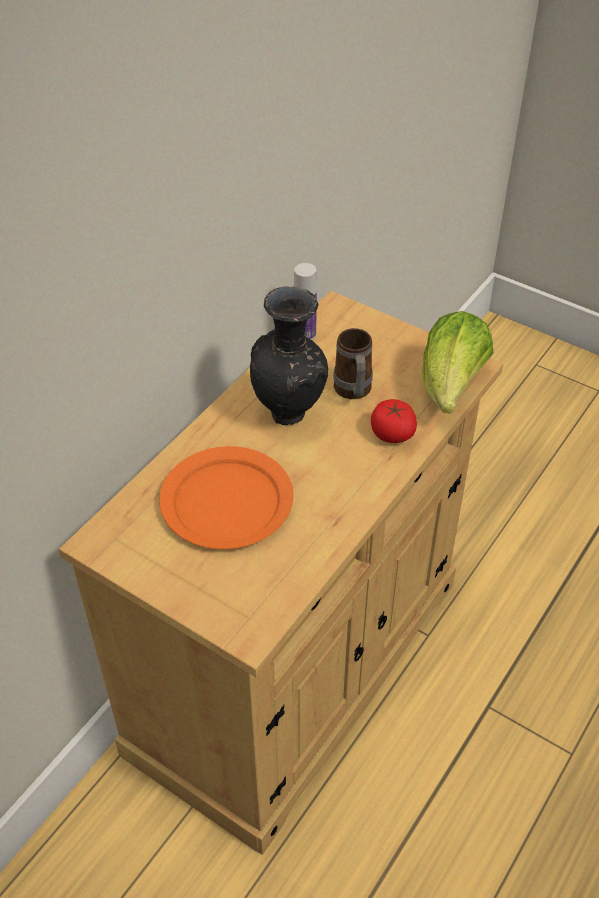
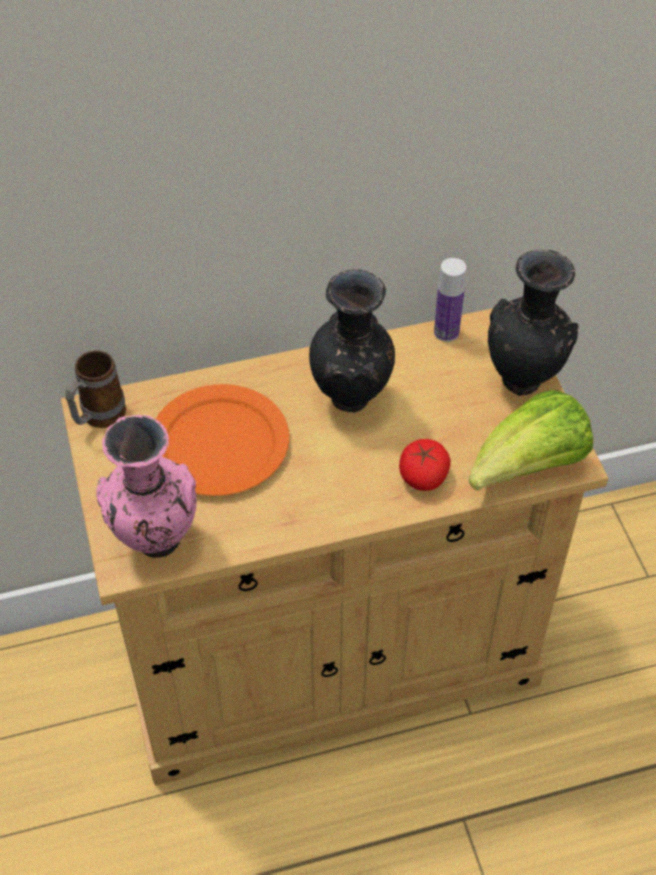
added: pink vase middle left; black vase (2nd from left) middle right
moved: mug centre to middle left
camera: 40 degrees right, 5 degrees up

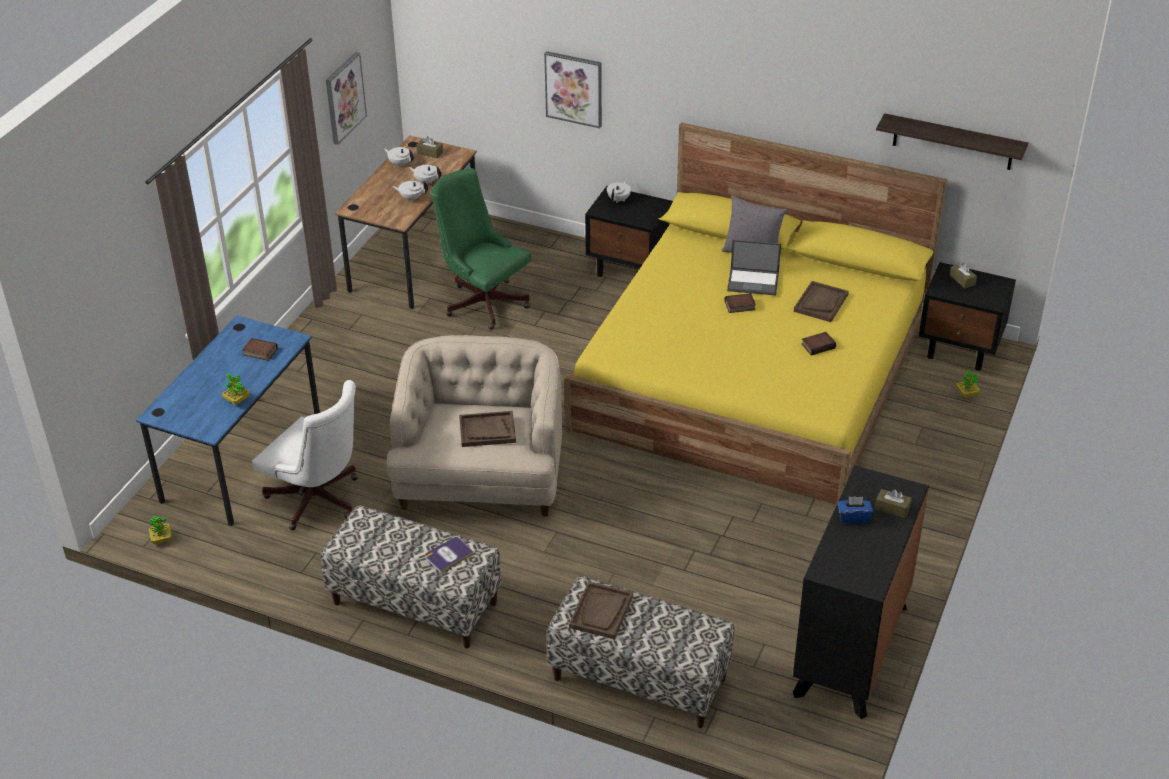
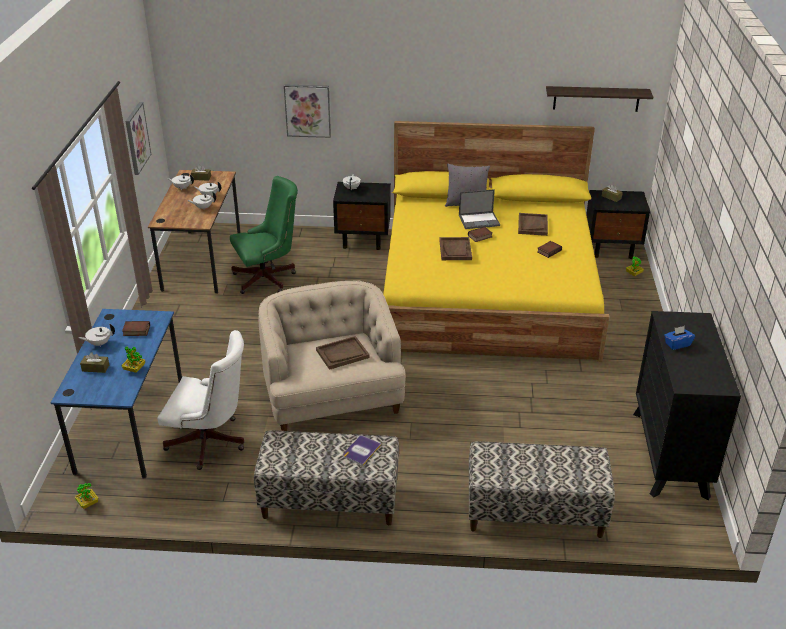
added: white teapot (1st from left) middle left
moved: brown tray (2nd from left) bottom centre to centre; brown tissue box (2nd from left in the first image) middle right to brown tissue box (1st from left) middle left
turned: green office chair top centre = centre 135 degrees clockwise
camera: 20 degrees left, 5 degrees down

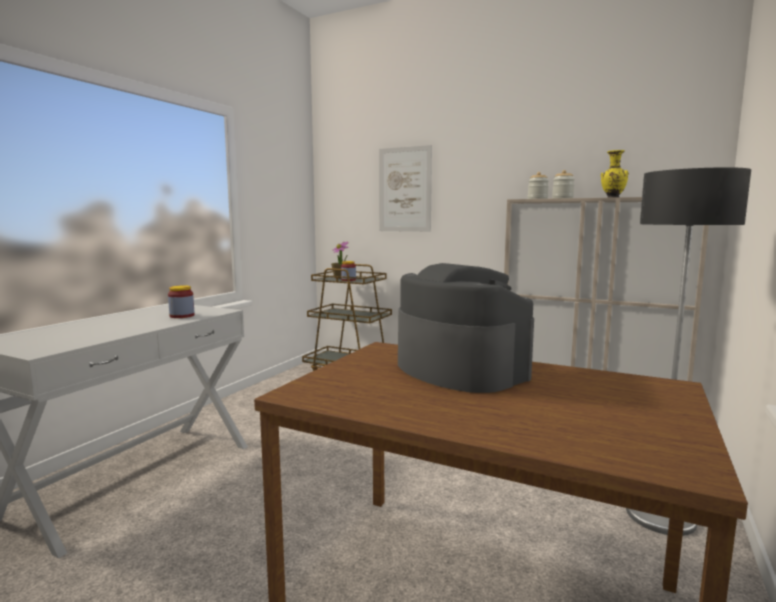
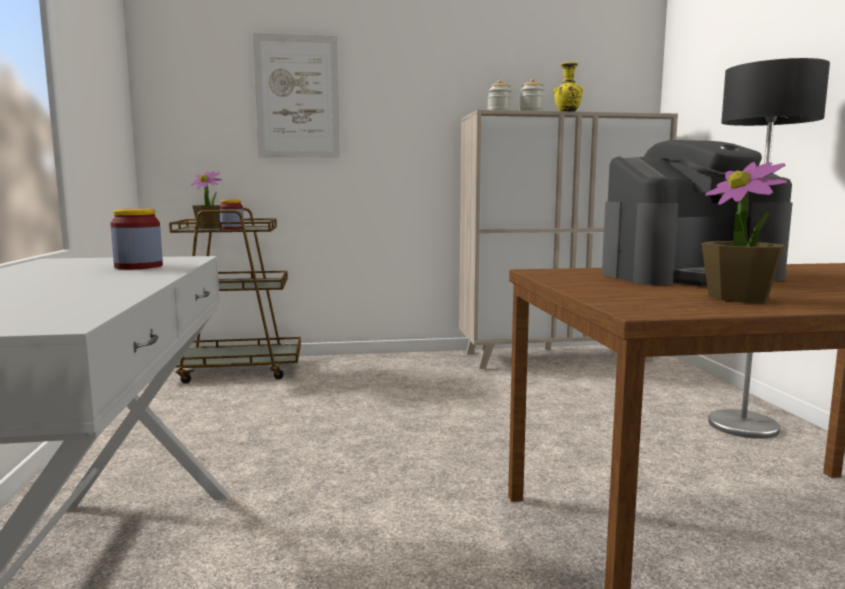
added: potted plant (2nd from left) middle right
turned: coffee machine centre = middle right 150 degrees clockwise
camera: 35 degrees left, 0 degrees up

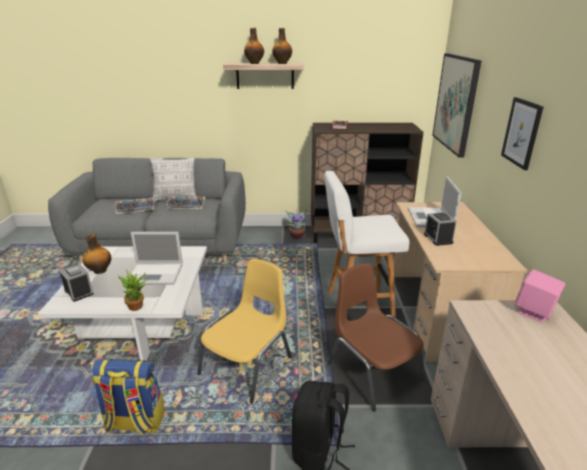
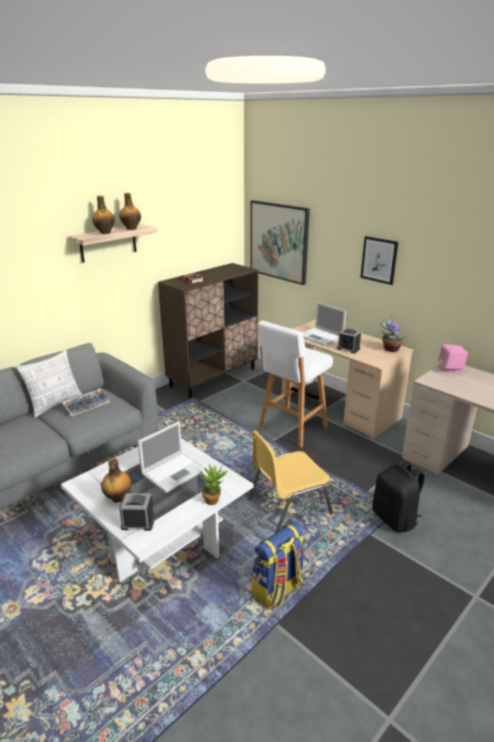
removed: keyboard (1st from left) middle left; brown chair bottom centre
moved: potted plant (2nd from left) centre to middle right
turned: yellow chair bottom centre = centre 105 degrees counterclockwise
camera: 45 degrees left, 0 degrees up

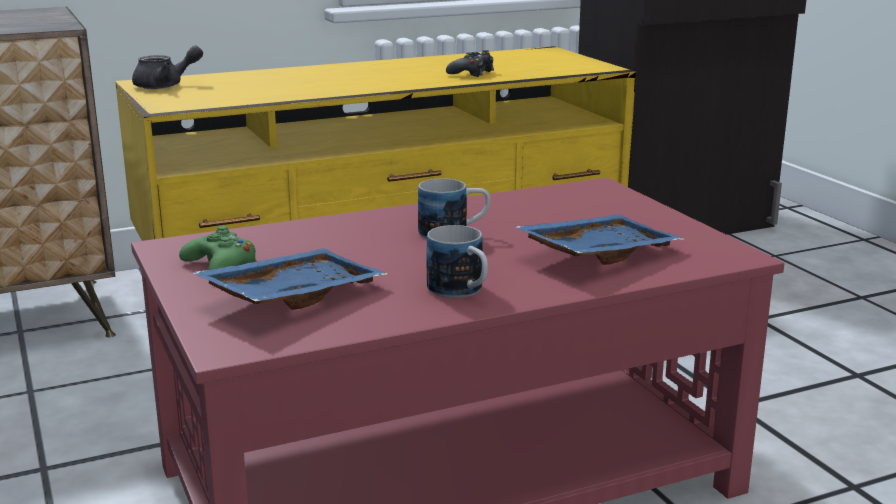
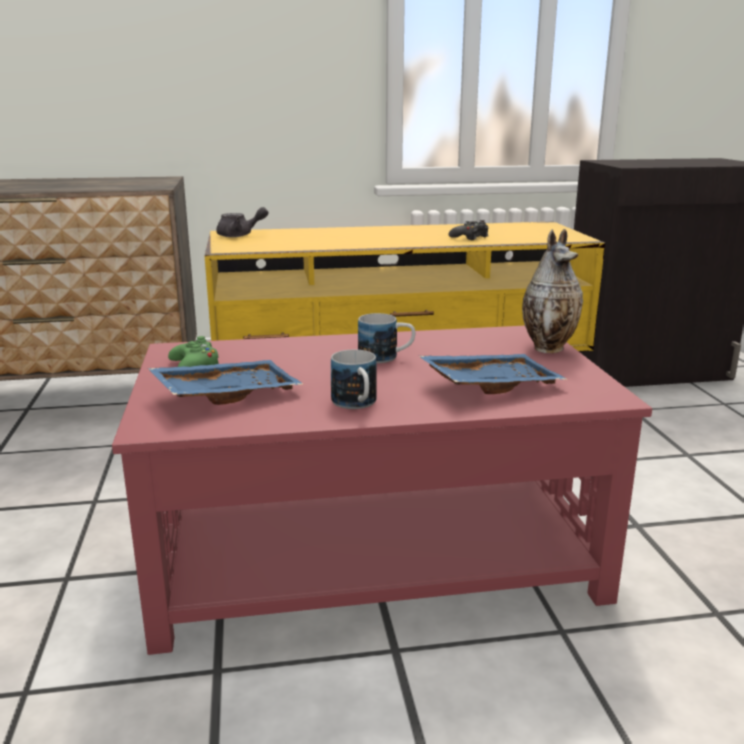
added: vase middle right
camera: 15 degrees right, 0 degrees up

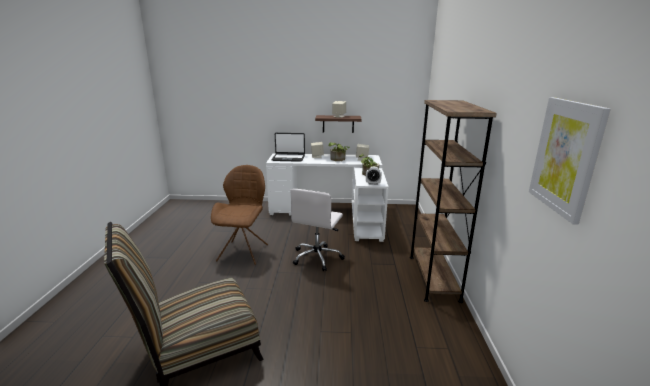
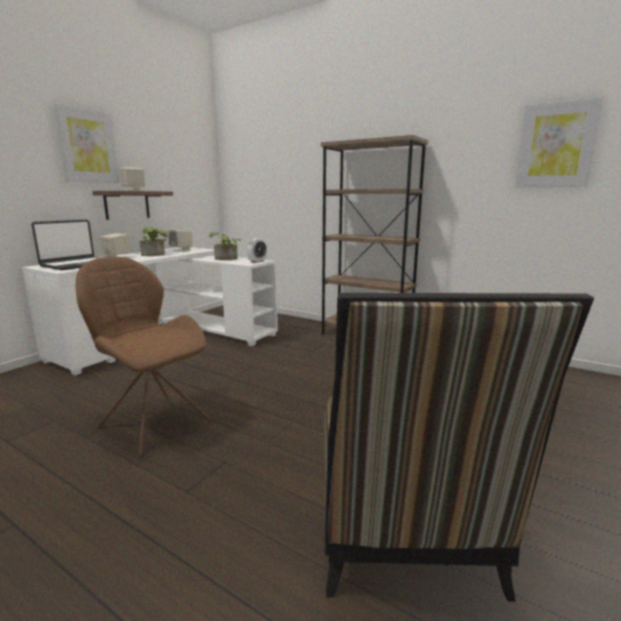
removed: white office chair centre
added: picture (1st from left) top left
camera: 60 degrees left, 5 degrees down

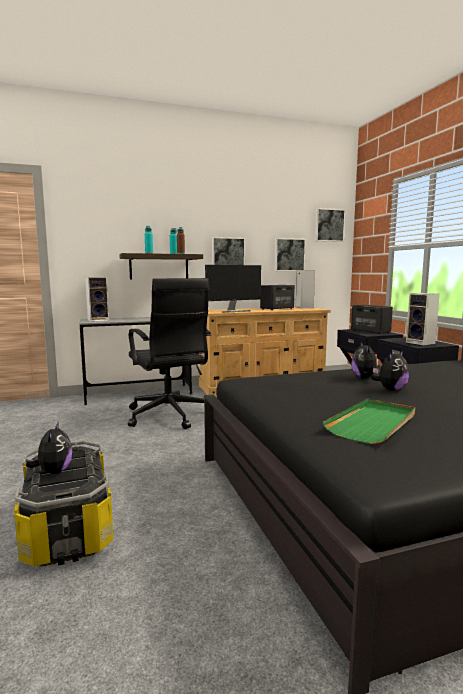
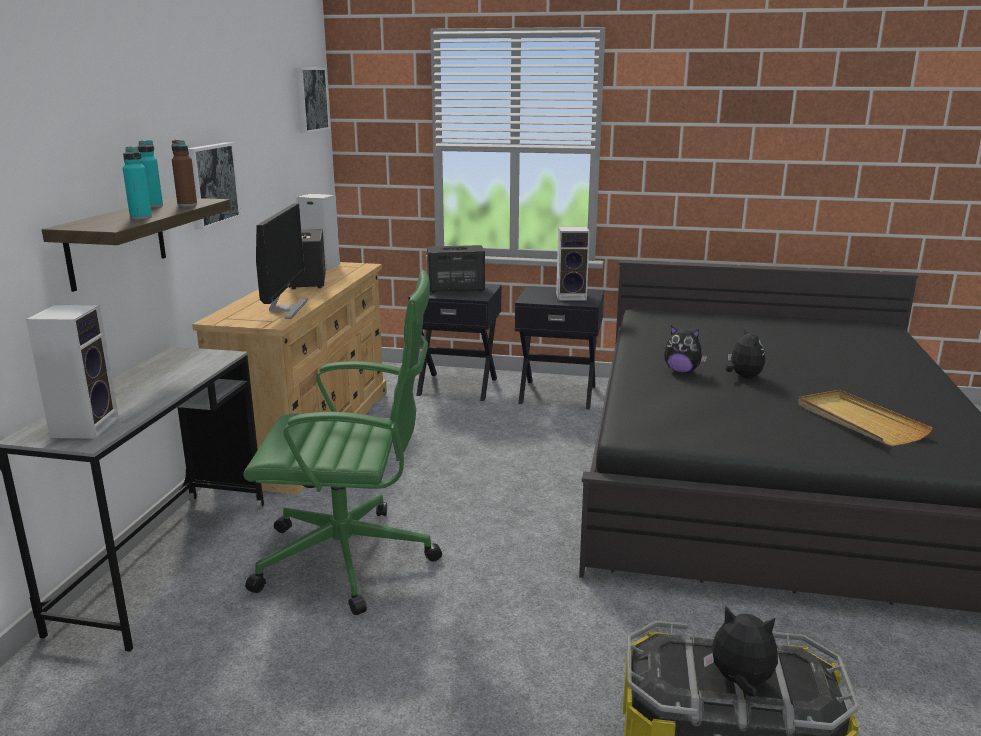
removed: picture (2nd from left) centre
recoloured: black office chair centre to green office chair centre; green tray middle right to beige tray middle right
camera: 60 degrees left, 10 degrees up

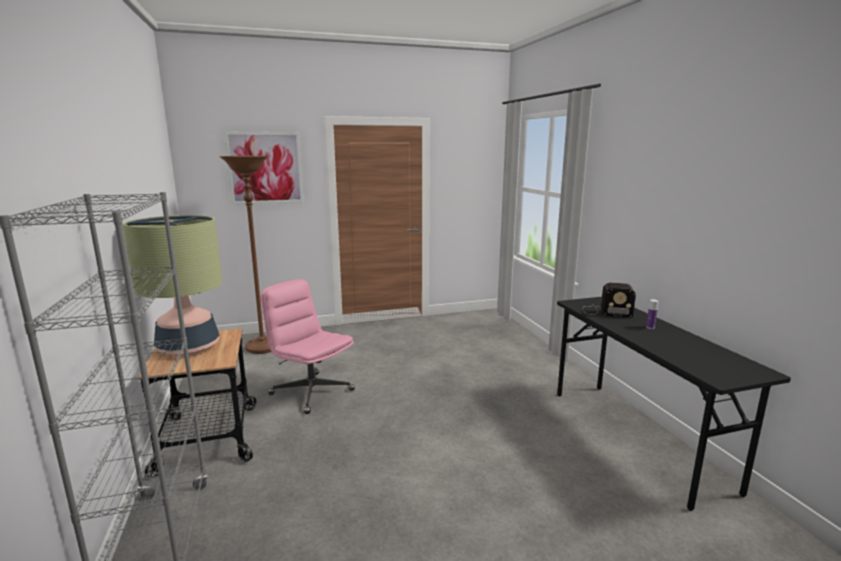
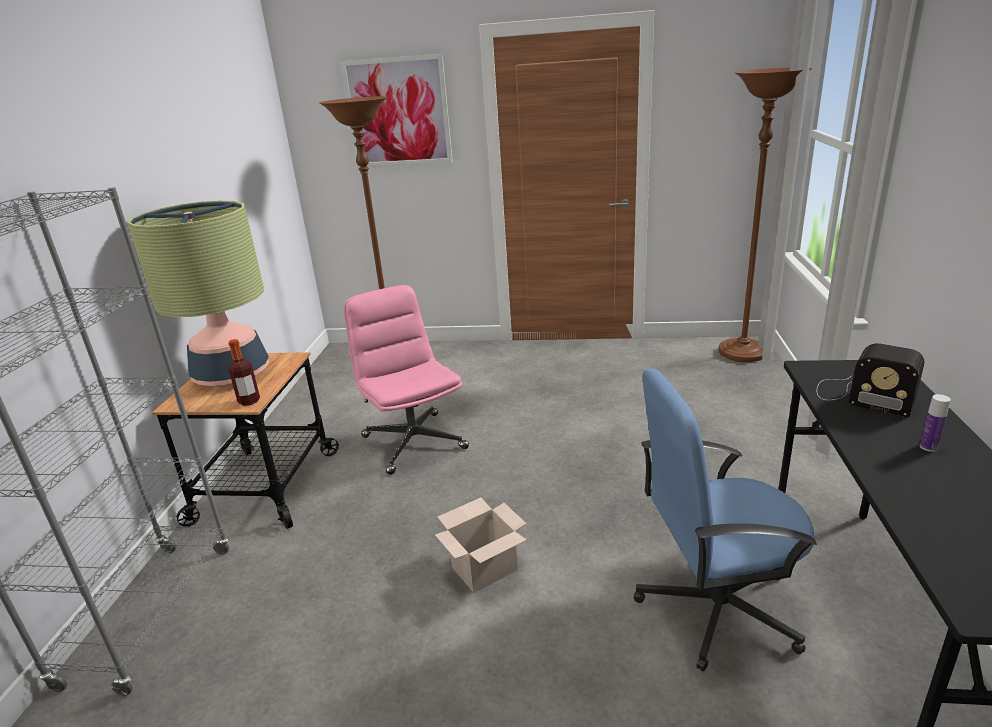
added: bottle (1st from left) middle left; cardboard box bottom centre; blue office chair bottom right; brown floor lamp (2nd from left) top right
camera: 25 degrees right, 10 degrees up

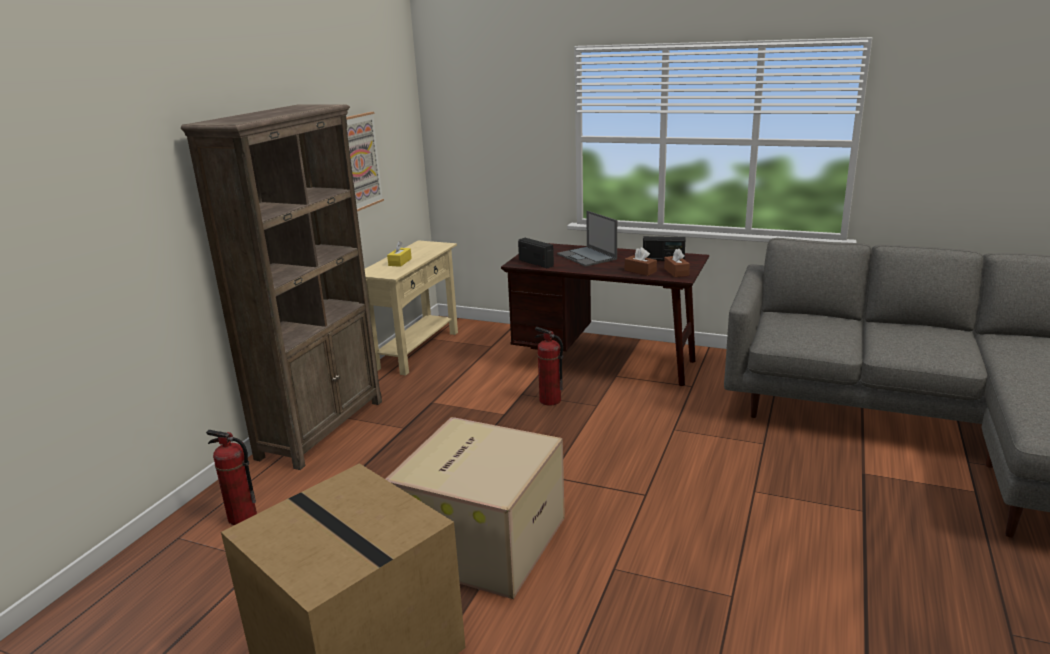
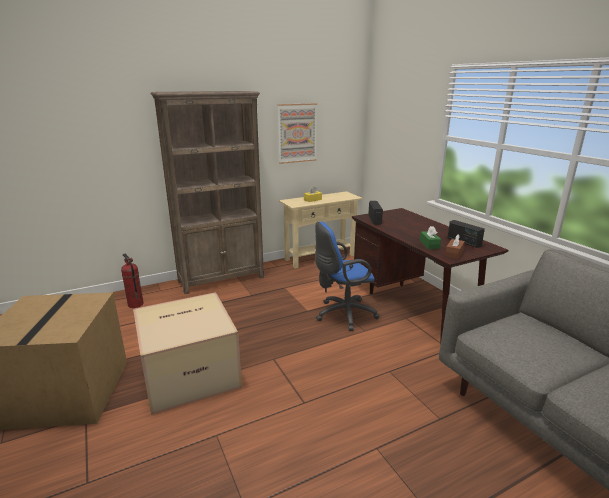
removed: laptop centre
replaced: fire extinguisher (2nd from left) centre to blue office chair centre
recoloured: brown tissue box (1st from left) centre to green tissue box middle right
camera: 40 degrees right, 0 degrees up

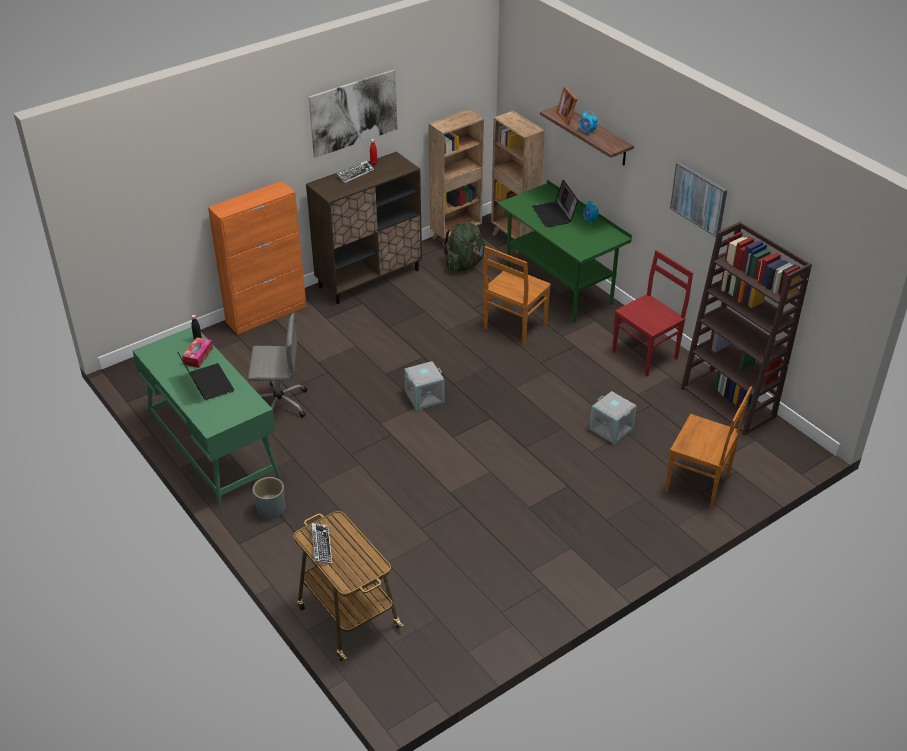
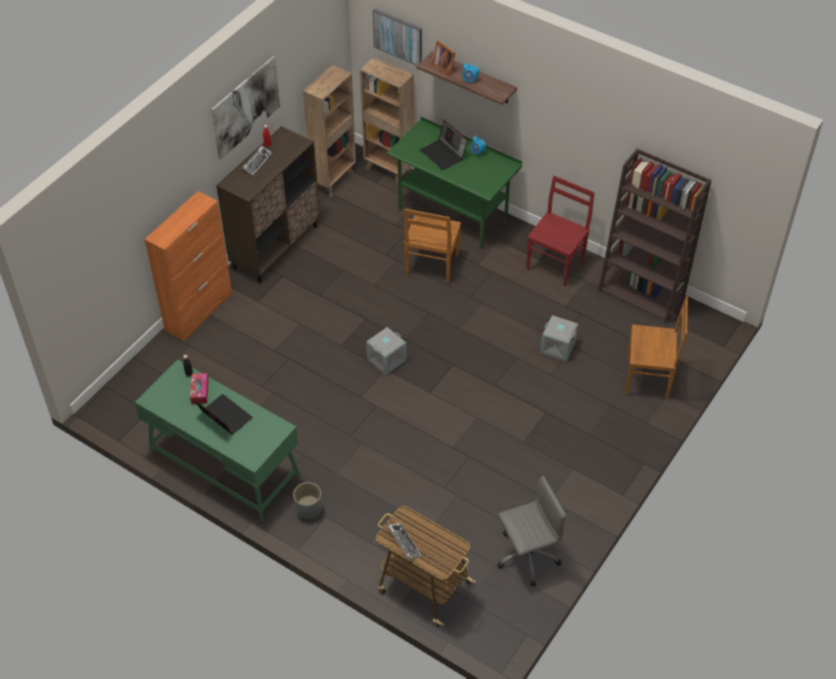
removed: green backpack top centre
moved: grey office chair middle left to bottom centre; picture (2nd from left) top right to top centre
camera: 20 degrees left, 10 degrees up

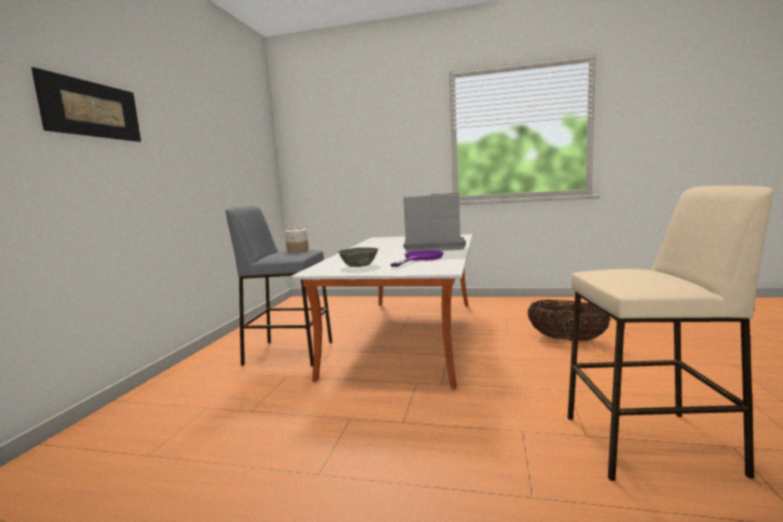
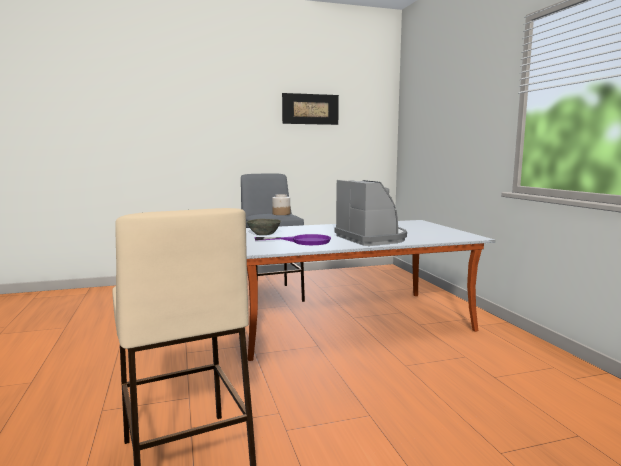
removed: basket middle right
moved: picture top left to top centre
camera: 60 degrees right, 0 degrees up

